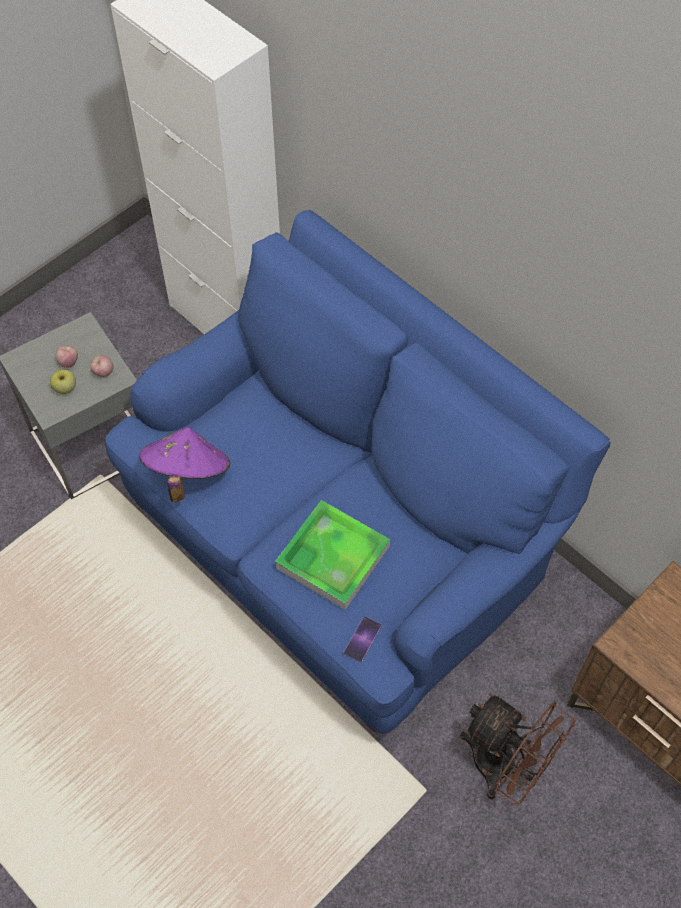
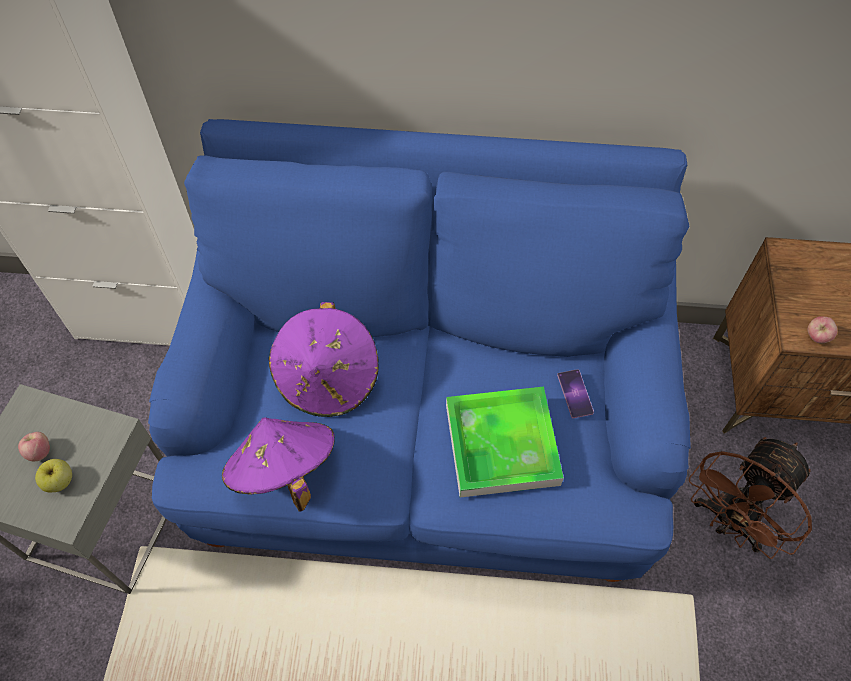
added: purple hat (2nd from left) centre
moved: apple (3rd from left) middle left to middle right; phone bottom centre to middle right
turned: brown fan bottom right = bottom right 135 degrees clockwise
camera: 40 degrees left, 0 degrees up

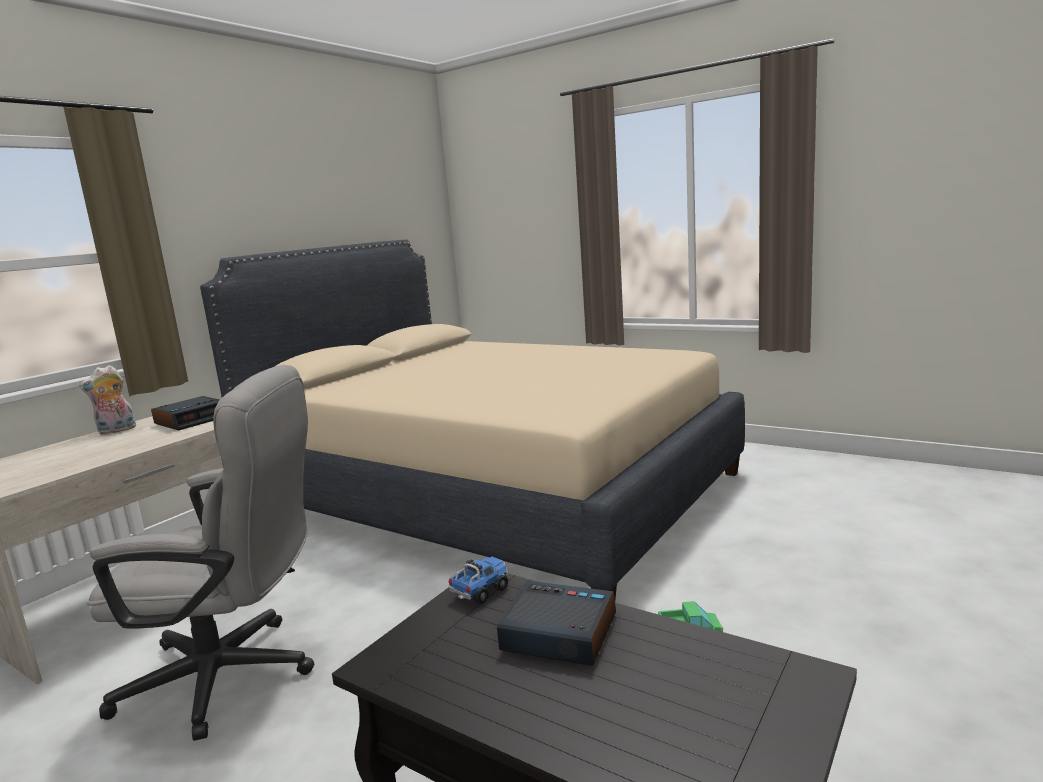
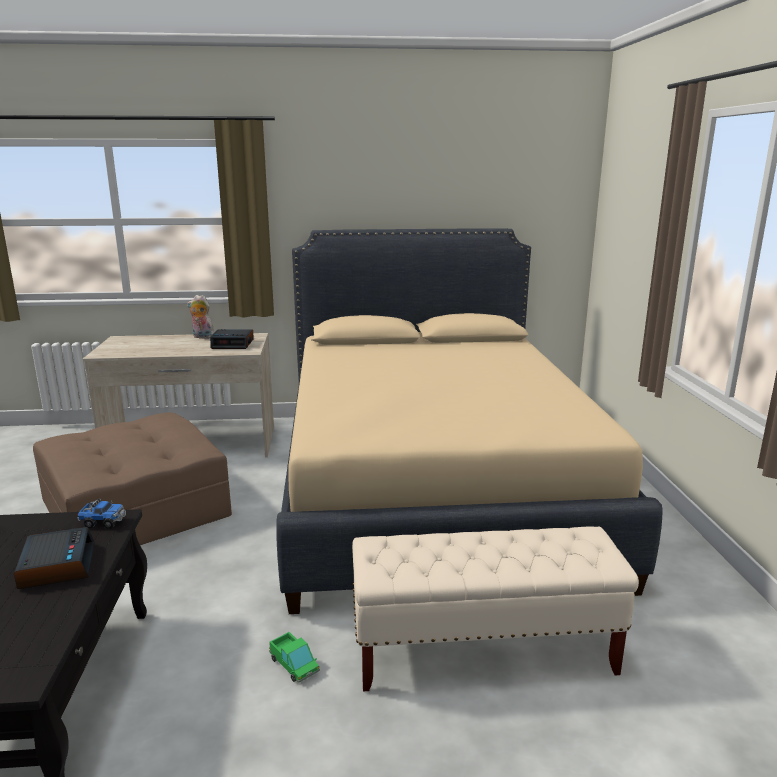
added: beige bench bottom centre
replaced: grey office chair bottom left to brown ottoman middle left
camera: 50 degrees right, 5 degrees up

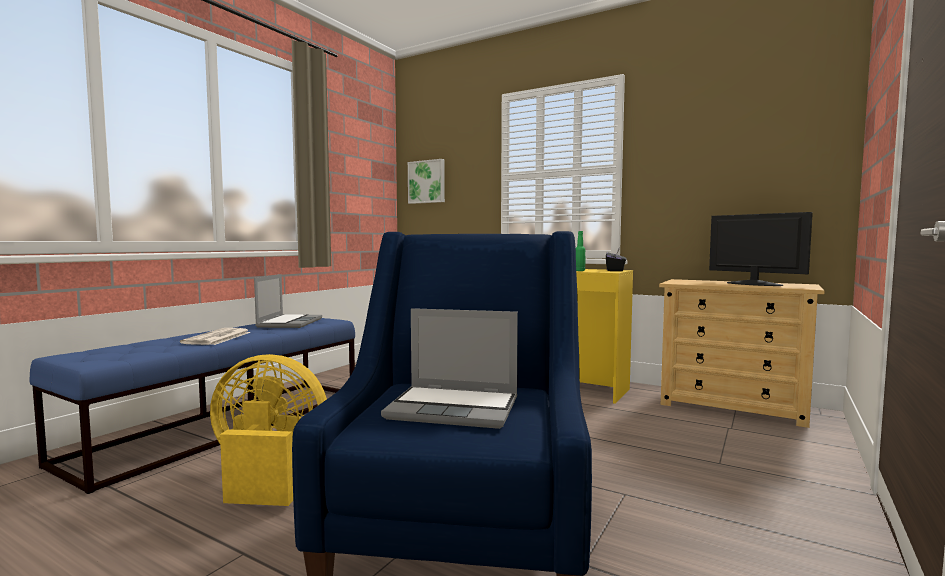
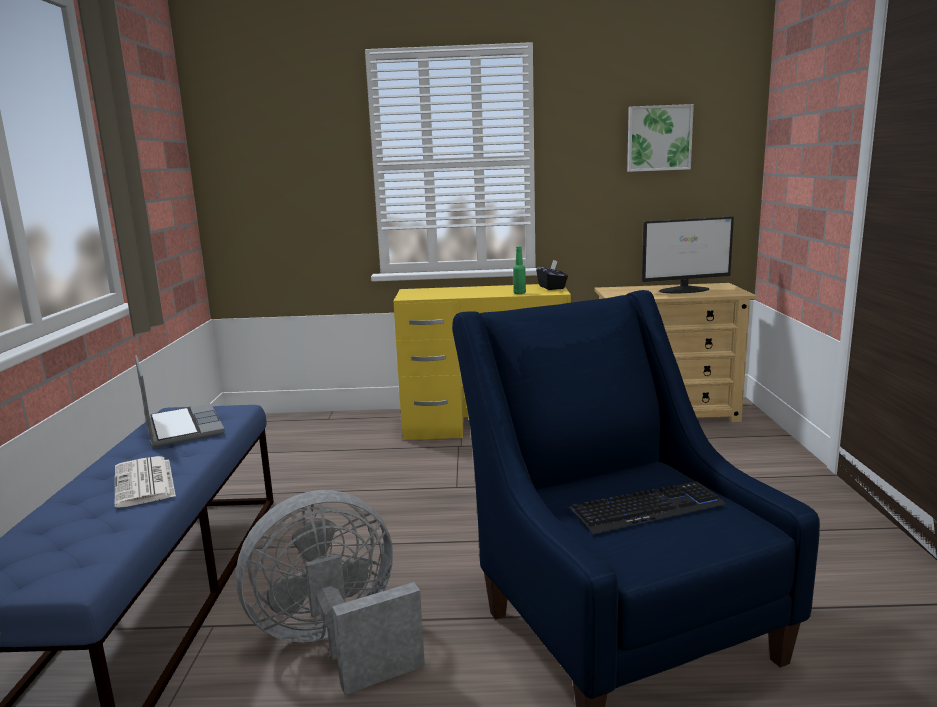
moved: picture top centre to top right
replaced: laptop (2nd from left) centre to keyboard bottom right
recoloured: yellow fan bottom left to grey fan bottom centre
turned: monitor middle right = middle right 150 degrees clockwise
camera: 30 degrees left, 10 degrees up

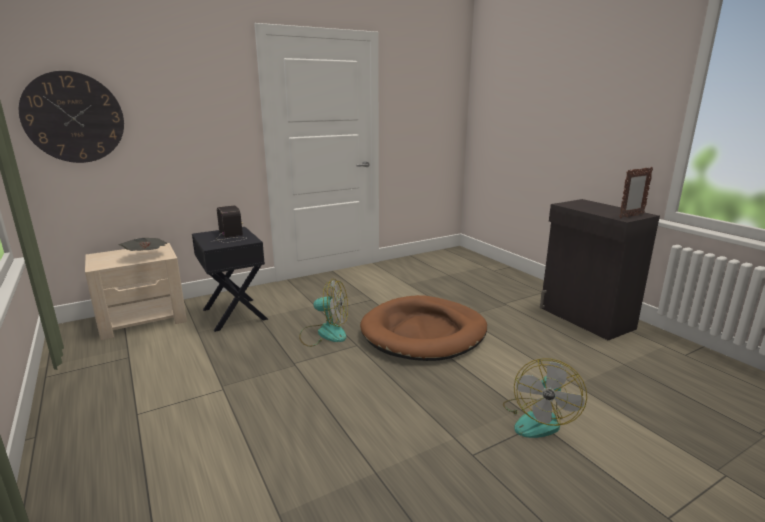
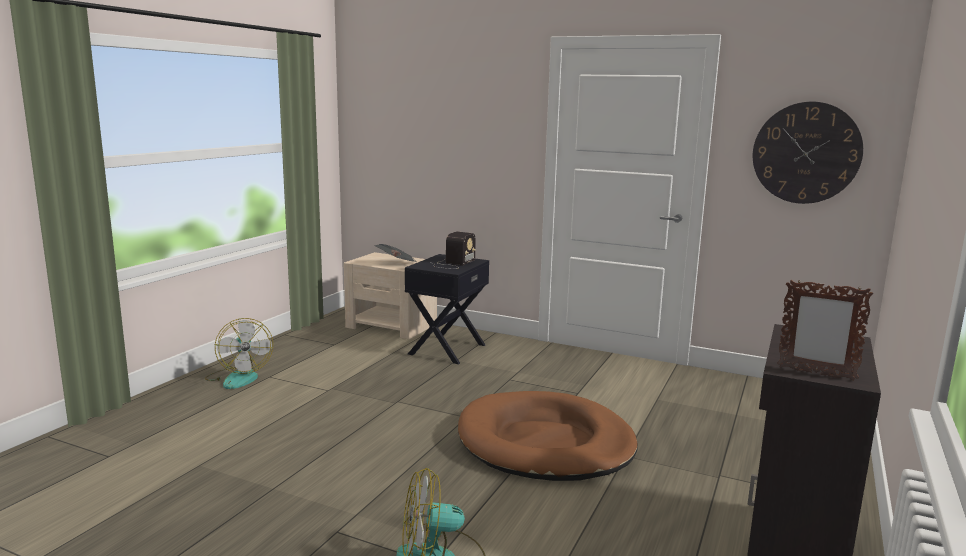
moved: wall clock top left to top right; fan (1st from left) centre to middle left
camera: 55 degrees right, 5 degrees down

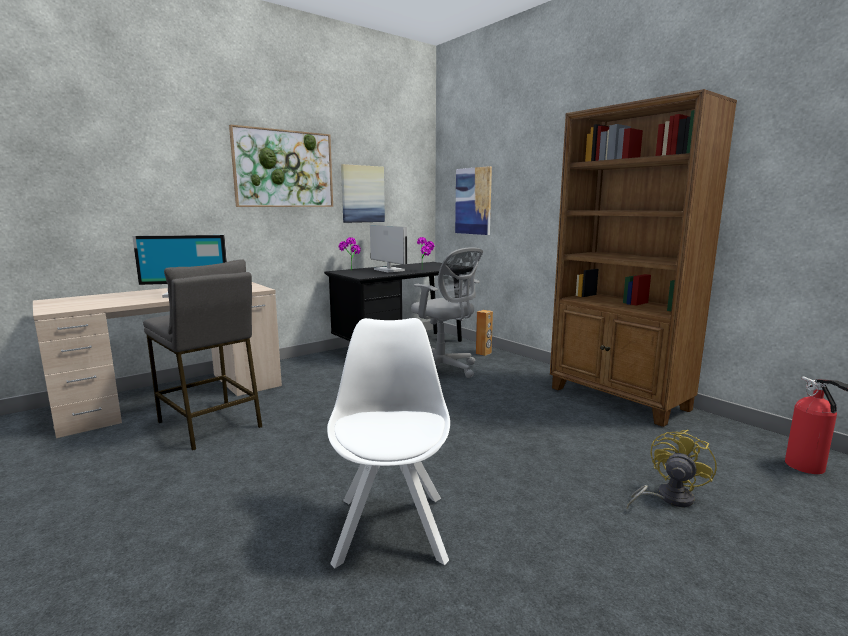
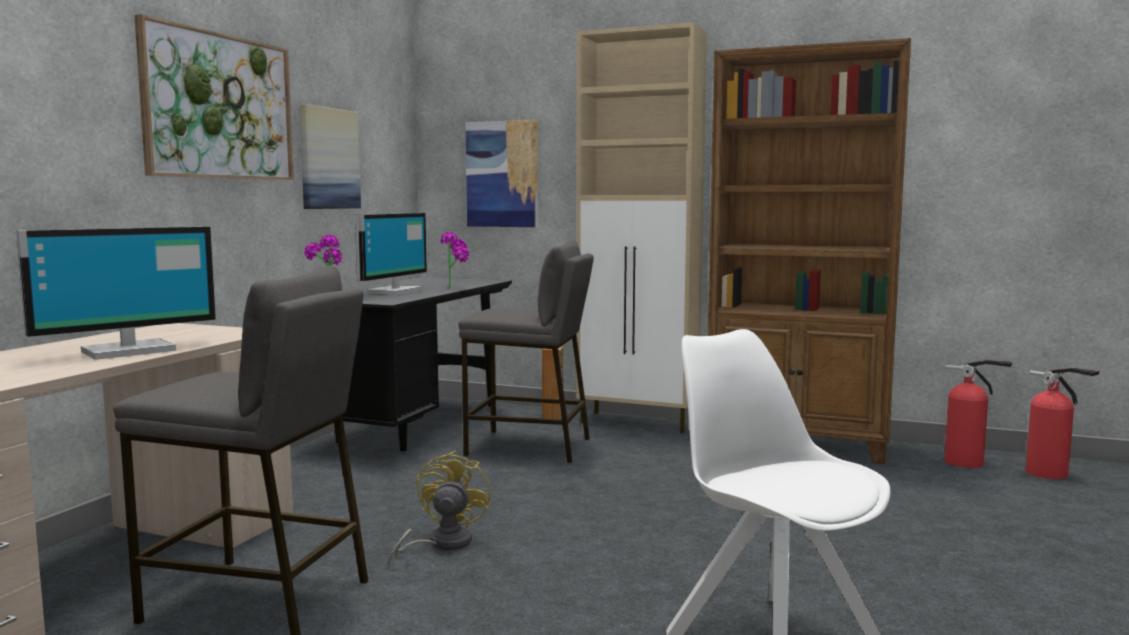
added: beige cabinet centre; fire extinguisher (1st from left) middle right
moved: yellow fan bottom right to bottom centre
replaced: grey office chair centre to grey stool (2nd from left) centre
turned: monitor (2nd from left) centre = centre 90 degrees clockwise
camera: 30 degrees left, 5 degrees down

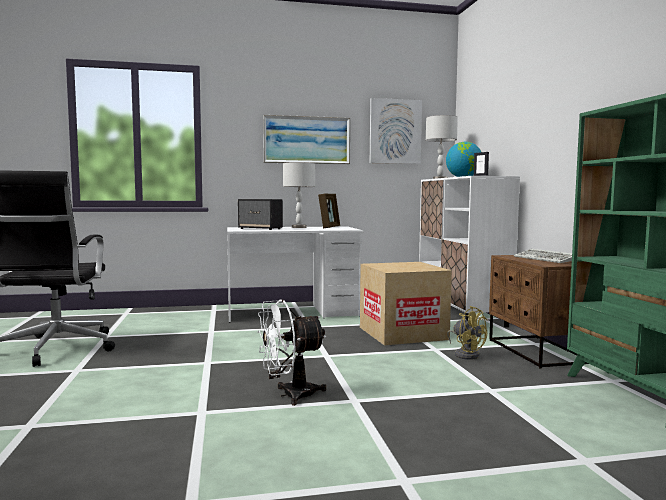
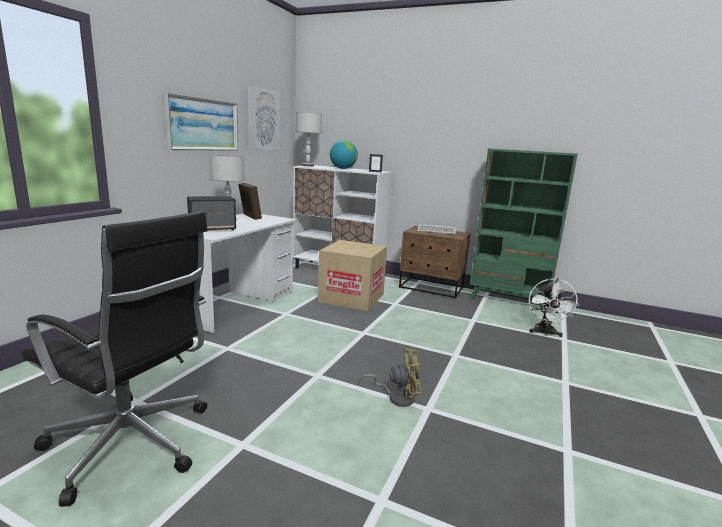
moved: white fan bottom centre to middle right; yellow fan middle right to bottom centre
camera: 55 degrees left, 10 degrees up

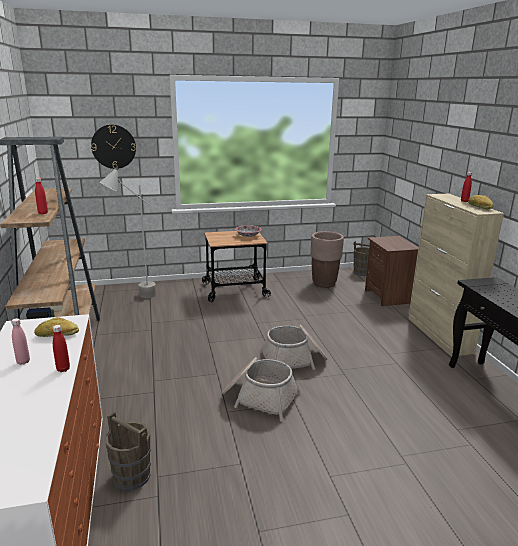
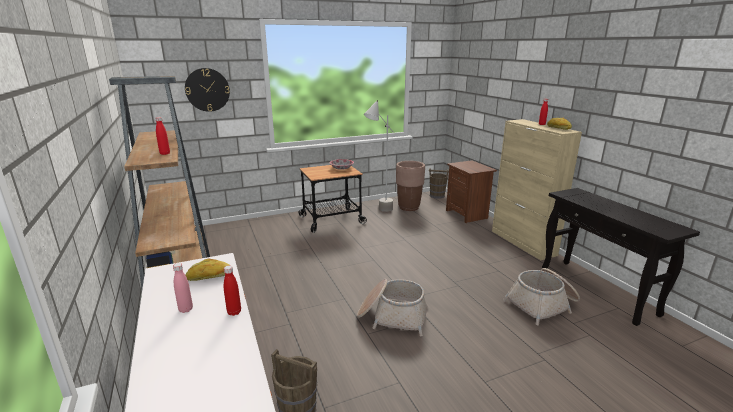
moved: grey floor lamp middle left to centre; basket (2nd from left) centre to bottom right
camera: 10 degrees left, 0 degrees up

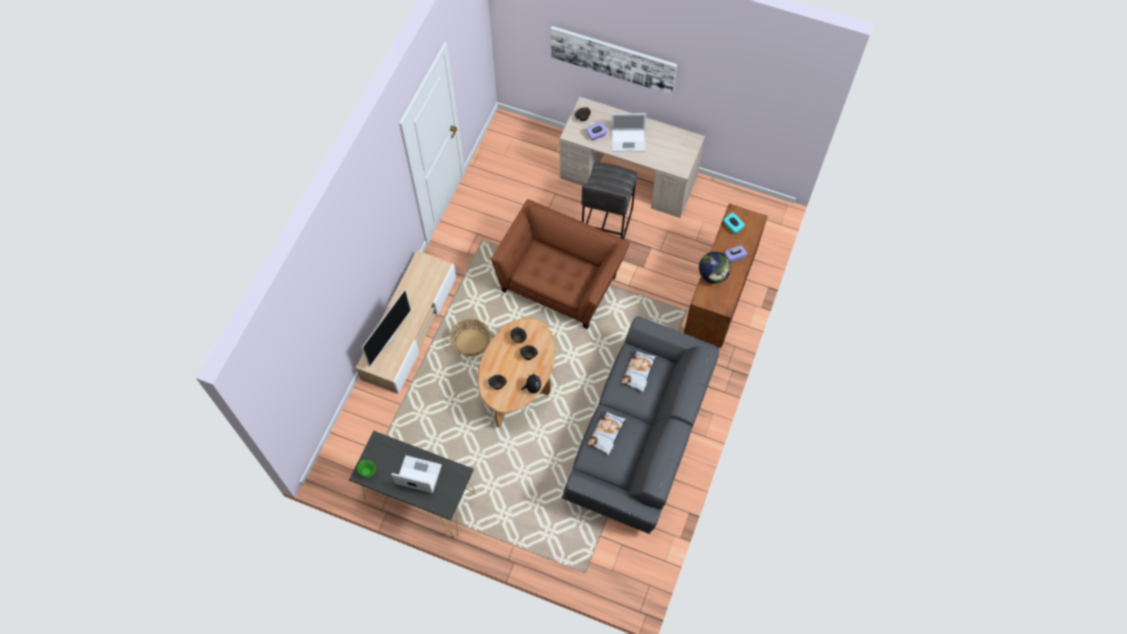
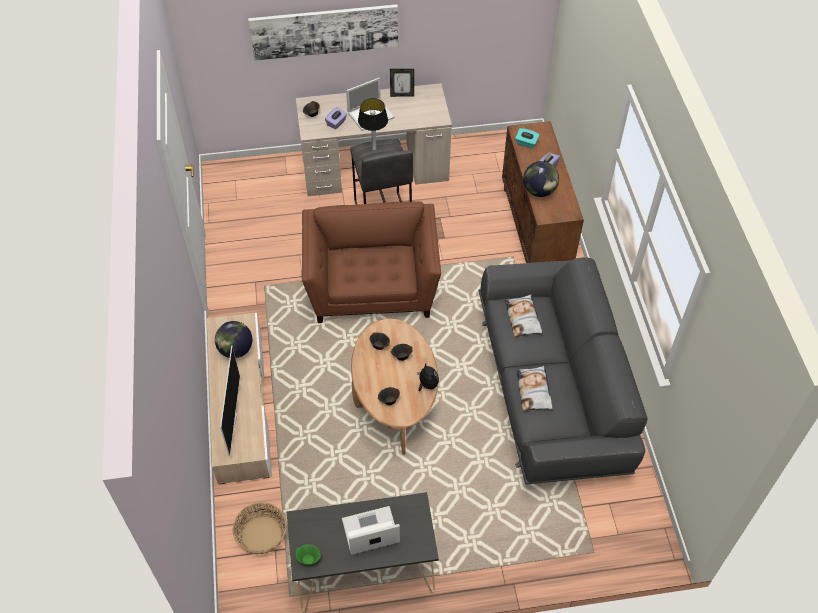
added: globe (1st from left) middle left; table lamp top centre; picture frame top centre
moved: basket centre to bottom left
camera: 30 degrees left, 10 degrees down

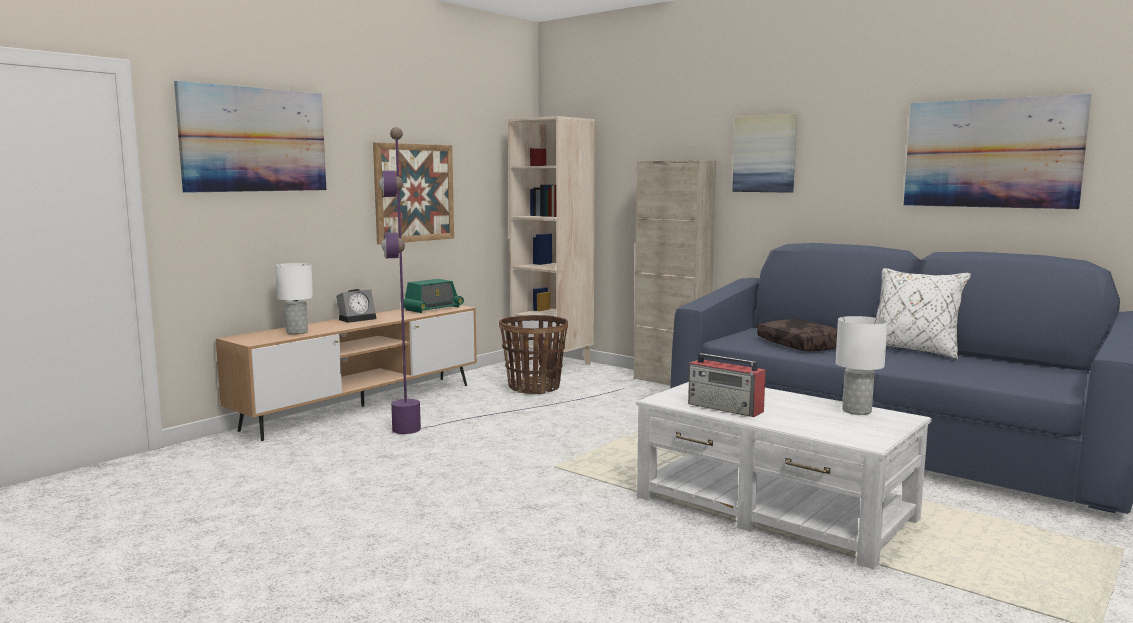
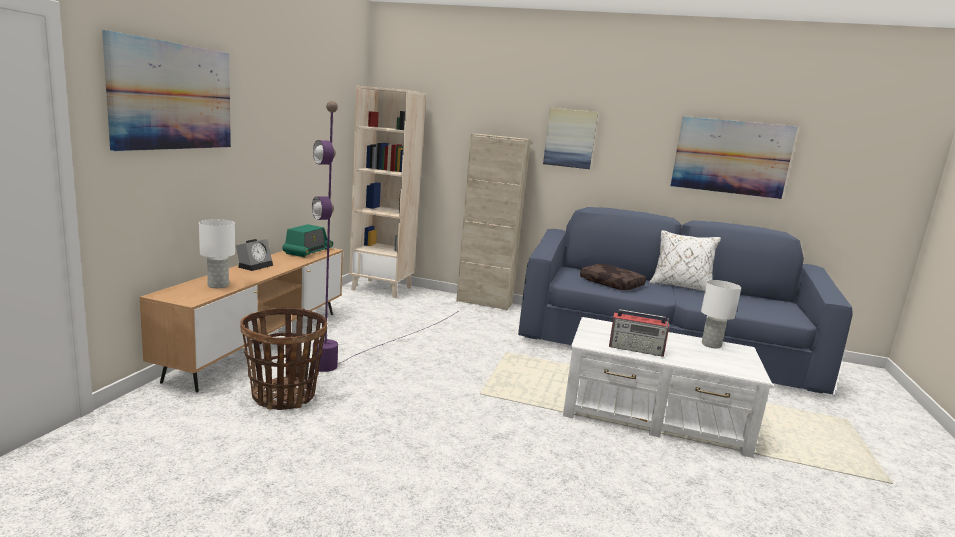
removed: picture (2nd from left) top centre
moved: basket centre to bottom left
camera: 25 degrees left, 5 degrees up

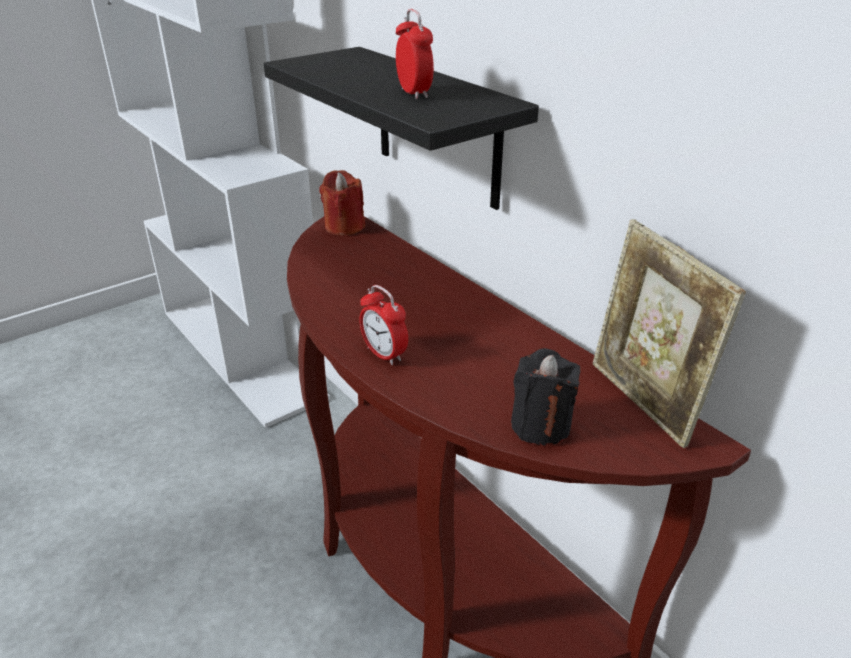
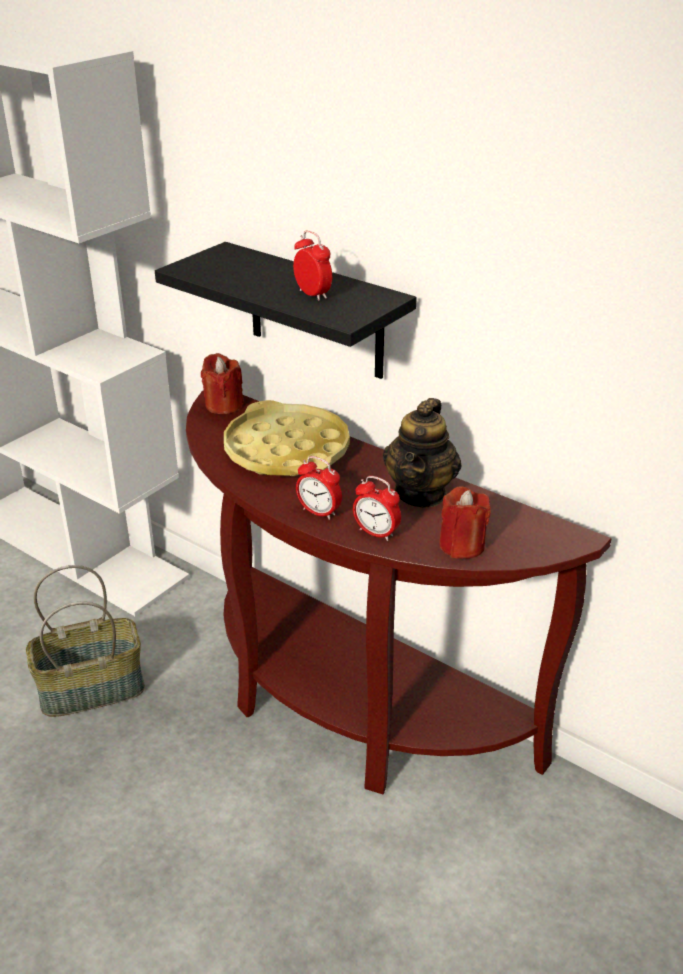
removed: picture frame middle right
added: basket middle left; yellow tray centre; alarm clock (3rd from left) centre; teapot centre
recoloured: black candle centre to red candle (2nd from left) middle right
camera: 15 degrees left, 0 degrees up

